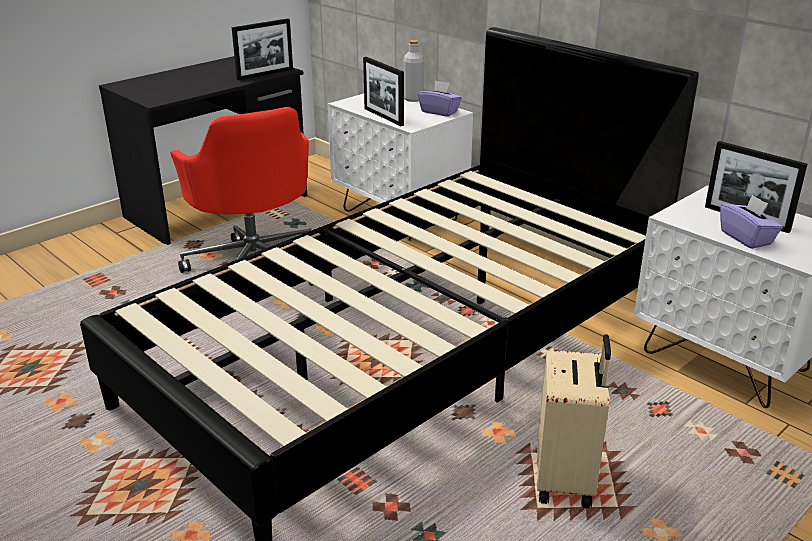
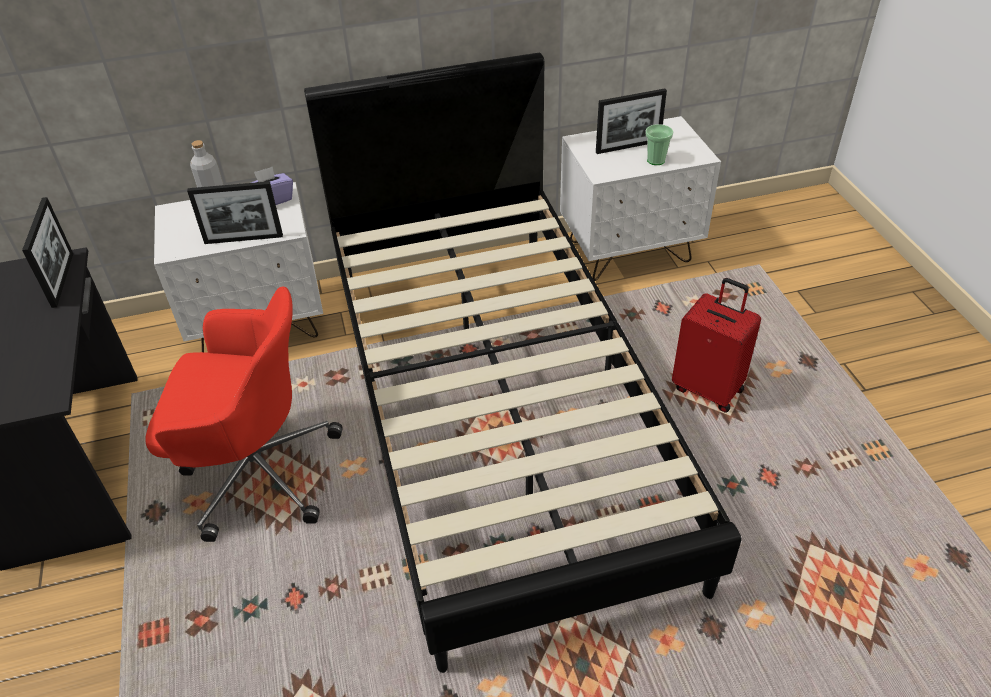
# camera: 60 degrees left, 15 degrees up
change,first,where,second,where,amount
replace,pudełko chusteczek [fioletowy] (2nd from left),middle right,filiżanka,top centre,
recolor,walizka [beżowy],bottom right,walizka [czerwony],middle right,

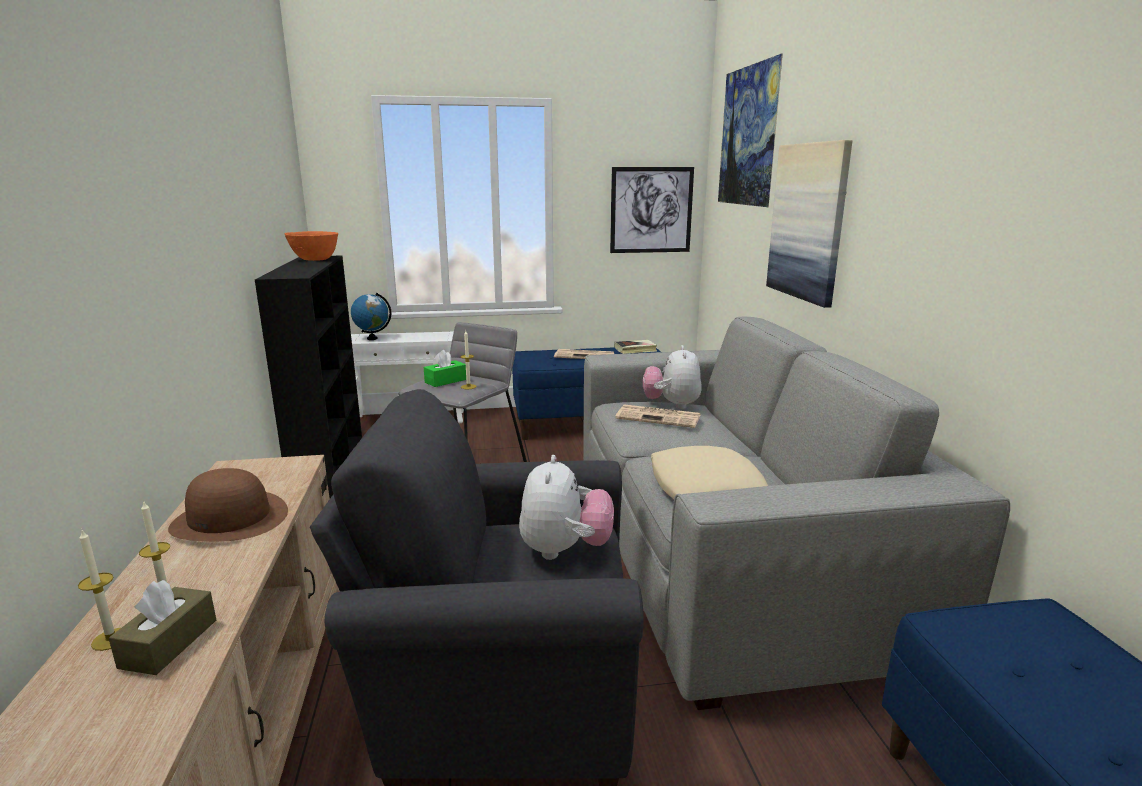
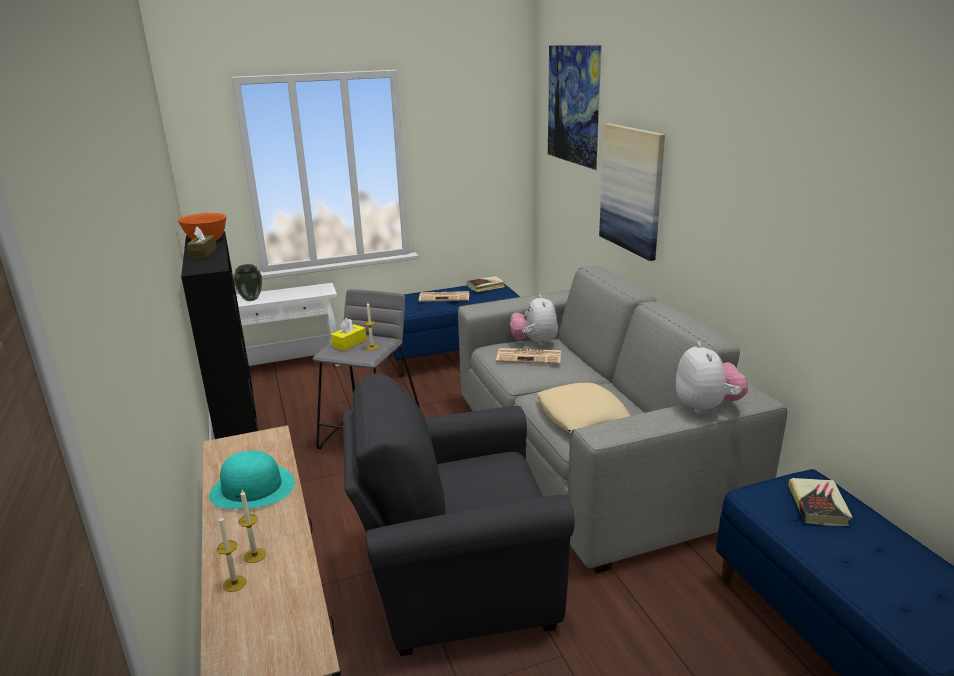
# camera: 10 degrees left, 5 degrees up
change,first,where,second,where,amount
delete,obraz (1st from left),top centre,,,
insert,,,książka (2nd from left),bottom right,
move,pudełko chusteczek [brązowy],bottom left,,middle left,
move,pluszak (1st from left in the first image),centre,pluszak (2nd from left),middle right,
replace,globus,middle left,wazon,middle left,
recolor,kapelusz [brązowy],middle left,kapelusz [turkusowy],bottom left,
recolor,pudełko chusteczek [zielony],centre,pudełko chusteczek [żółty],centre,

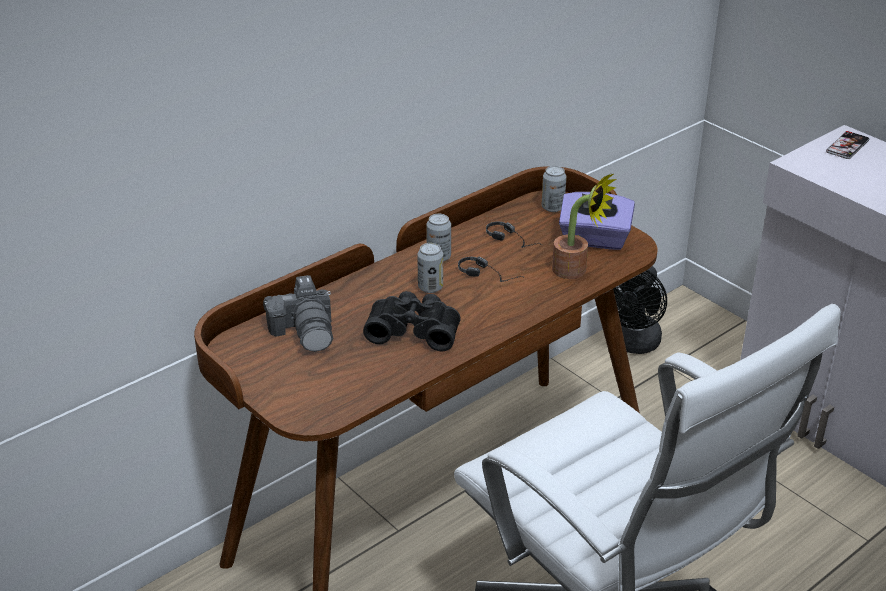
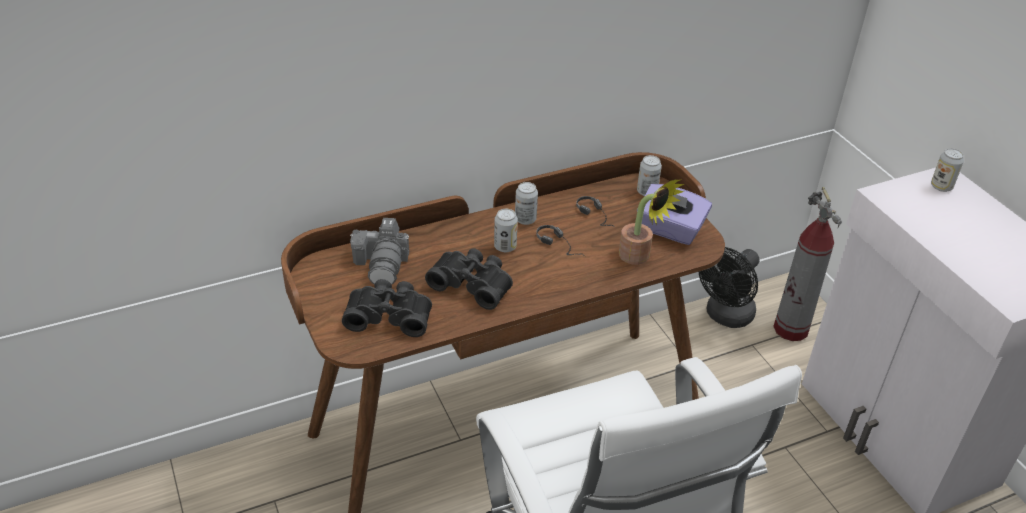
# camera: 15 degrees right, 5 degrees up
change,first,where,second,where,amount
insert,,,lornetka [czarny] (1st from left),centre,
insert,,,gaśnica,middle right,
replace,telefon,top right,puszka (4th from left),top right,

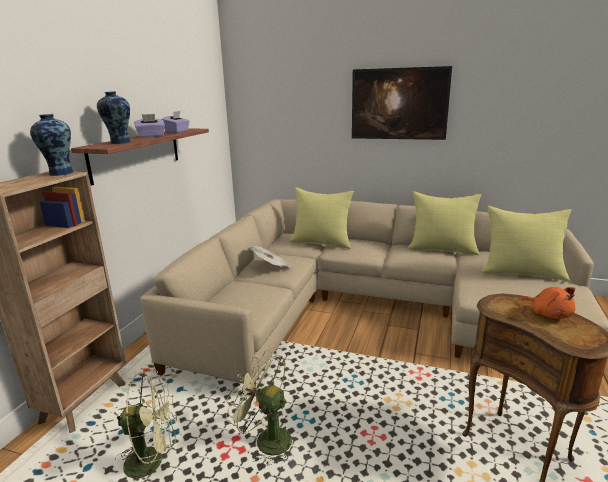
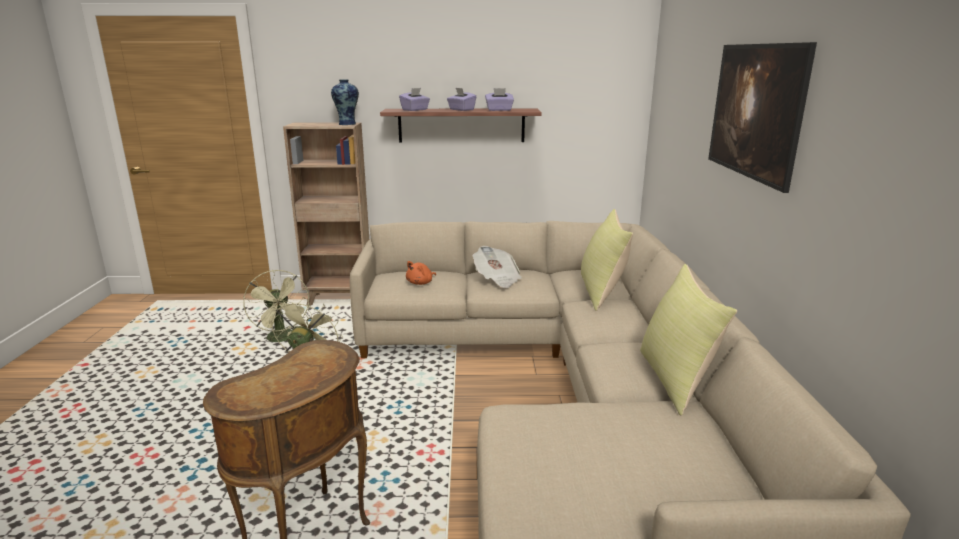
# camera: 70 degrees right, 0 degrees up
change,first,where,second,where,amount
delete,poduszka [żółty] (3rd from left),middle right,,,
move,pluszak [pomarańczowy],middle right,,centre,
replace,wazon (2nd from left),top left,pudełko chusteczek [fioletowy] (1st from left),top centre,

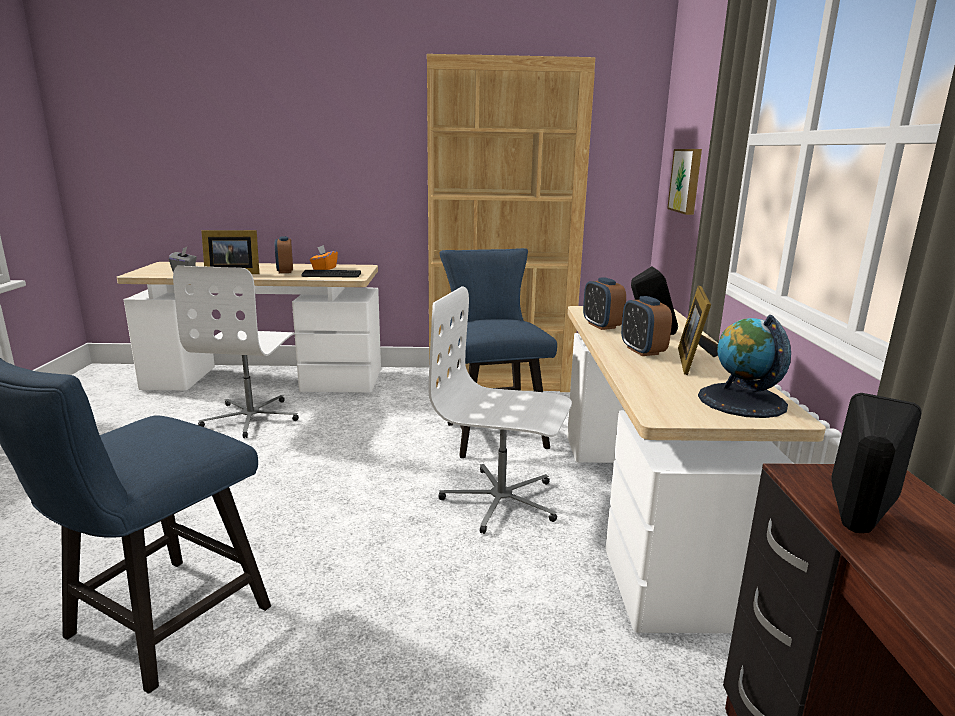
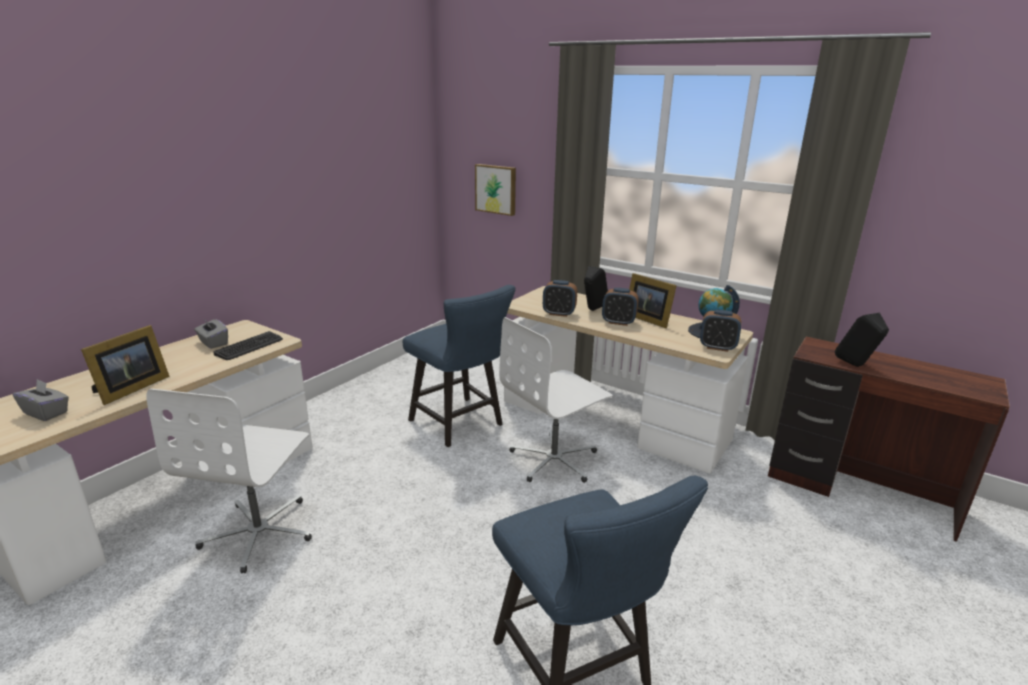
# camera: 55 degrees left, 5 degrees up
change,first,where,second,where,amount
delete,regał [brązowy],top centre,,,
move,budzik (1st from left in the first image),middle left,budzik (3rd from left),middle right,
recolor,pudełko chusteczek [pomarańczowy],centre,pudełko chusteczek [szary] (2nd from left),middle left,
rotate,krzesło biurowe [biały] (1st from left),middle left,,bottom left,60 degrees clockwise
rotate,krzesło [niebieski] (2nd from left in the first image),centre,krzesło [niebieski] (1st from left),centre,150 degrees counterclockwise

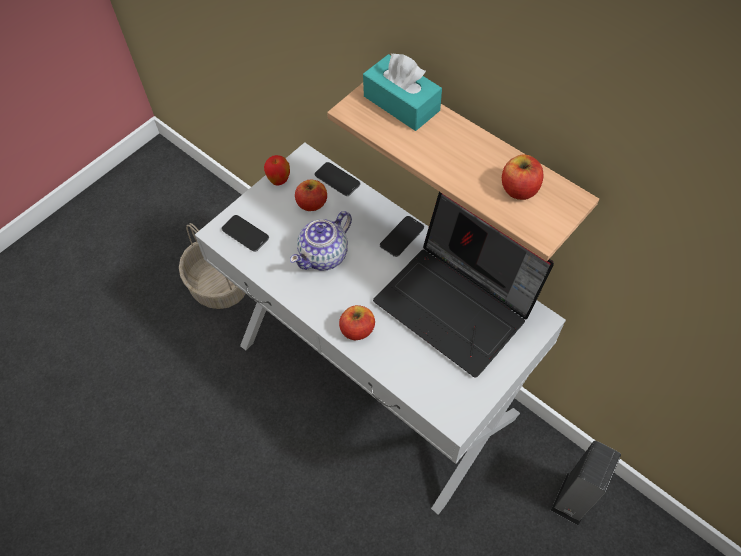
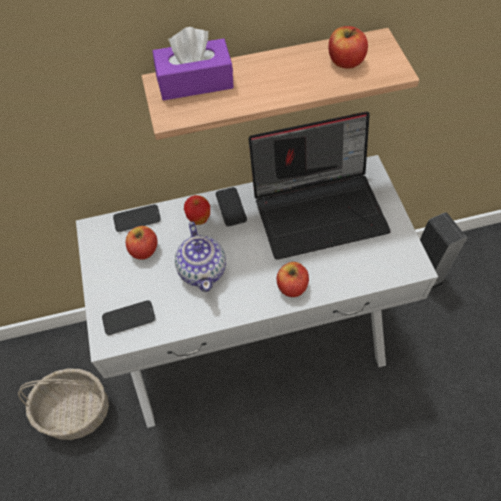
# camera: 55 degrees left, 0 degrees up
change,first,where,second,where,amount
move,jabłko (1st from left in the first image),top centre,jabłko (2nd from left),centre,
recolor,pudełko chusteczek [turkusowy],top centre,pudełko chusteczek [fioletowy],top centre,

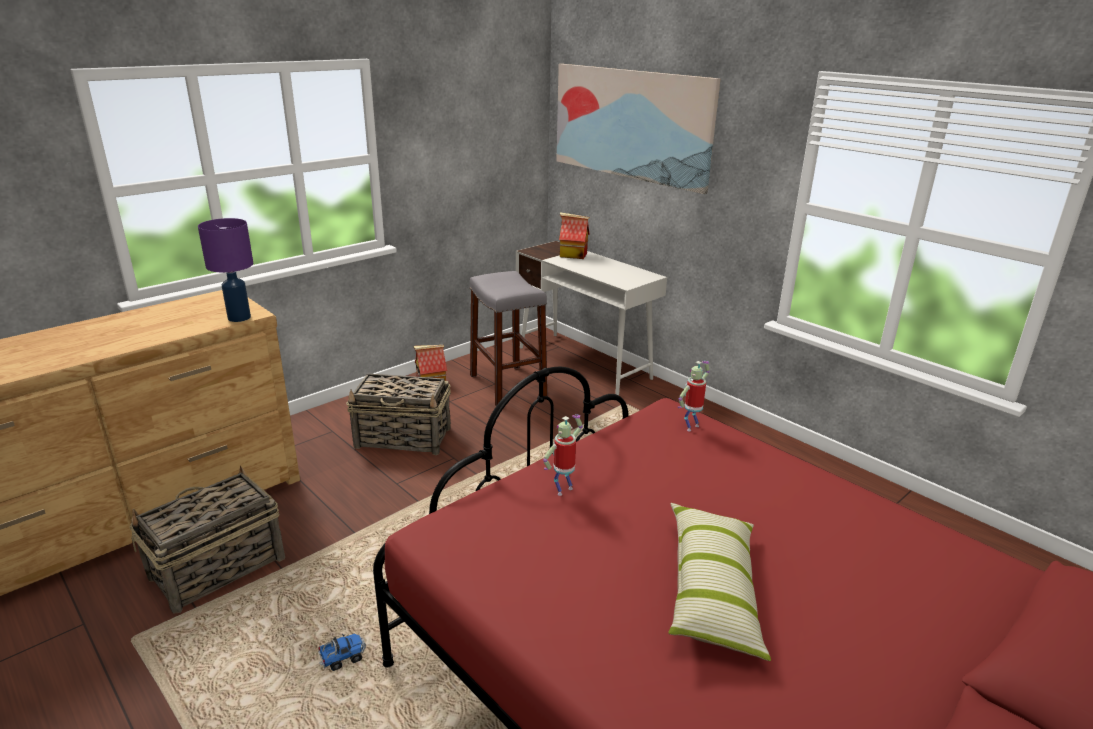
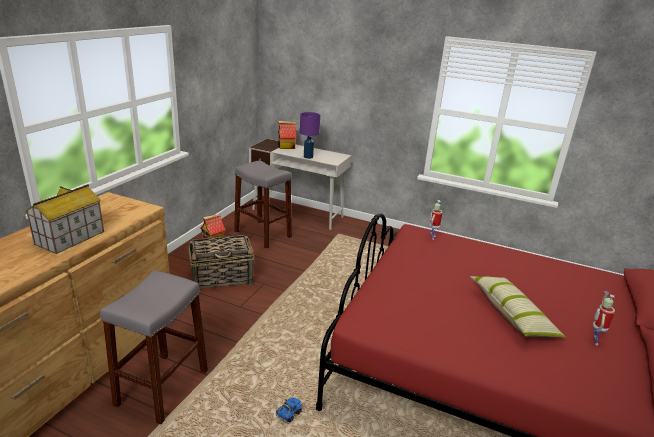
# camera: 25 degrees left, 0 degrees up
change,first,where,second,where,amount
delete,obraz,top centre,,,
insert,,,domek (1st from left),middle left,
move,lampa stołowa [fioletowy],middle left,,top centre,
move,robot zabawkowy (1st from left in the first image),centre,robot zabawkowy (2nd from left),bottom right,
replace,koszyk (1st from left),bottom left,stołek [szary] (1st from left),bottom left,

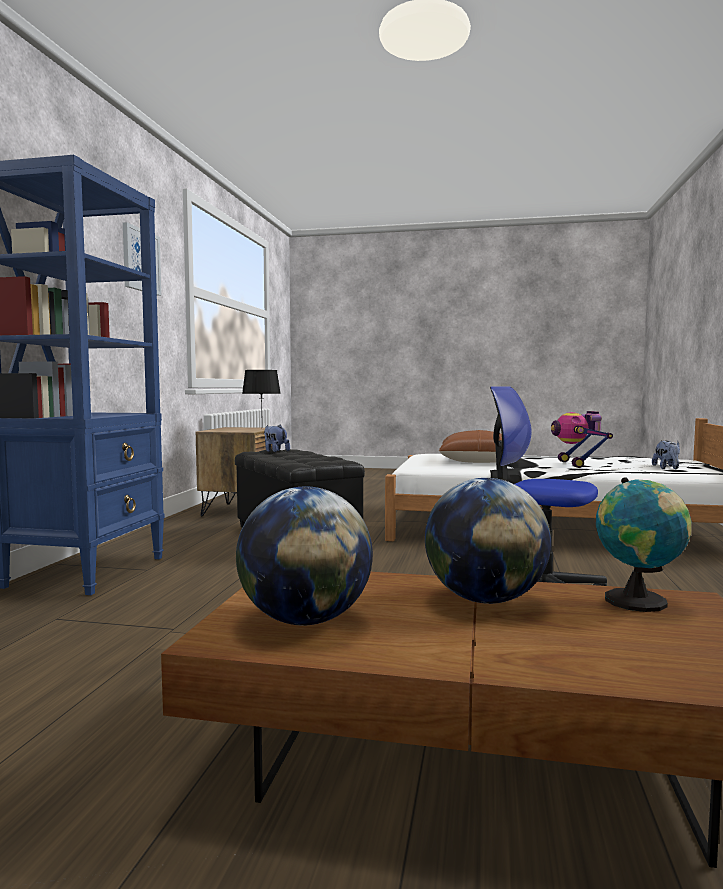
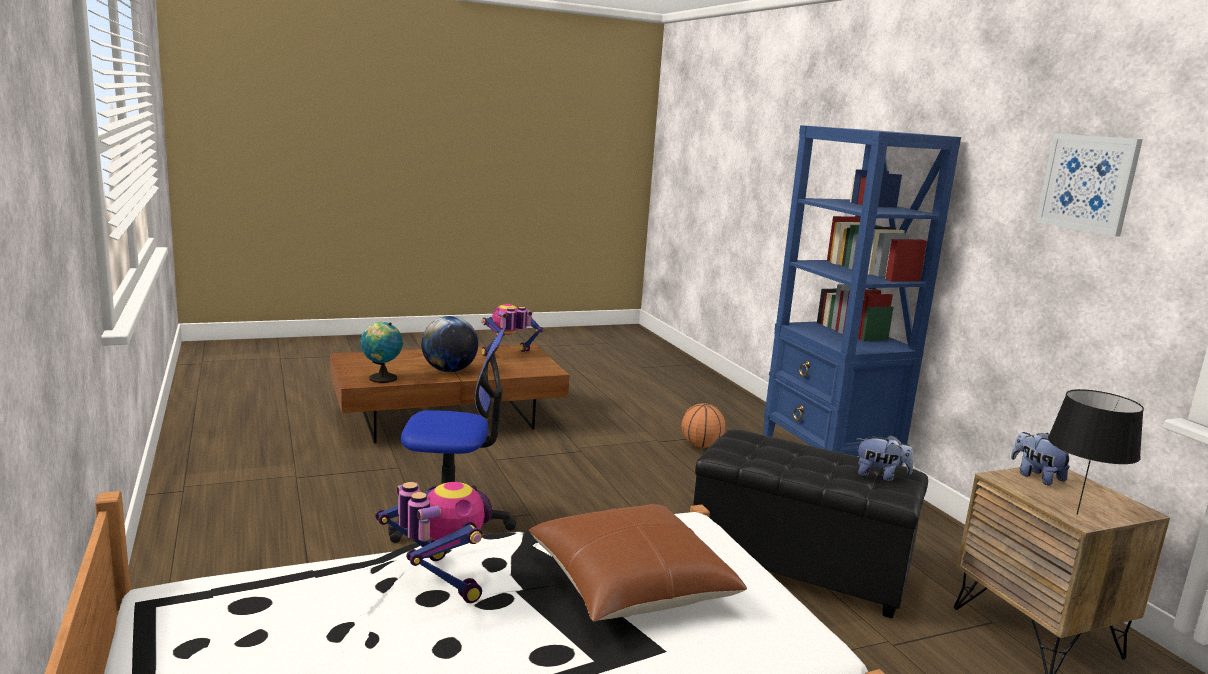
# camera: 145 degrees right, 10 degrees up
change,first,where,second,where,amount
insert,,,piłka do koszykówki,centre,
move,pluszak (2nd from left),middle right,,bottom right,
replace,globus (1st from left),centre,robot zabawkowy (2nd from left),centre,

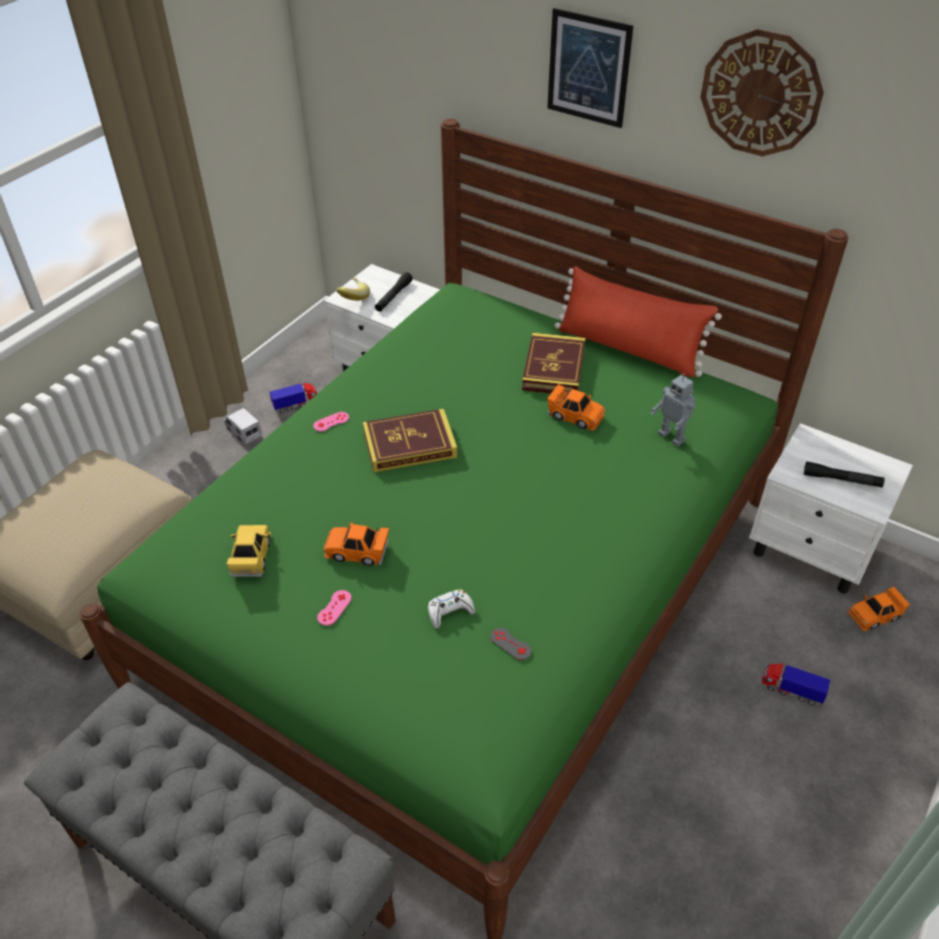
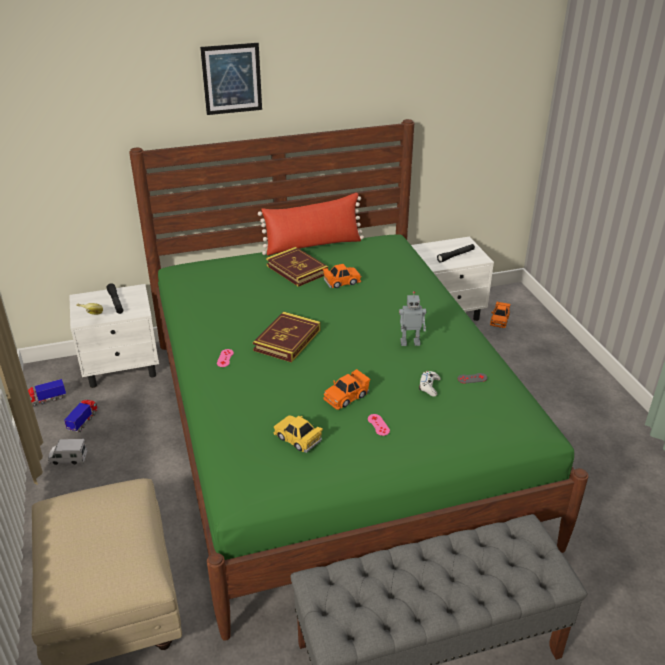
# camera: 50 degrees left, 10 degrees down
change,first,where,second,where,amount
delete,zegar ścienny,top right,,,
move,robot zabawkowy,middle right,,centre,
move,ciężarówka zabawkowa (3rd from left in the first image),bottom right,ciężarówka zabawkowa (1st from left),middle left,

